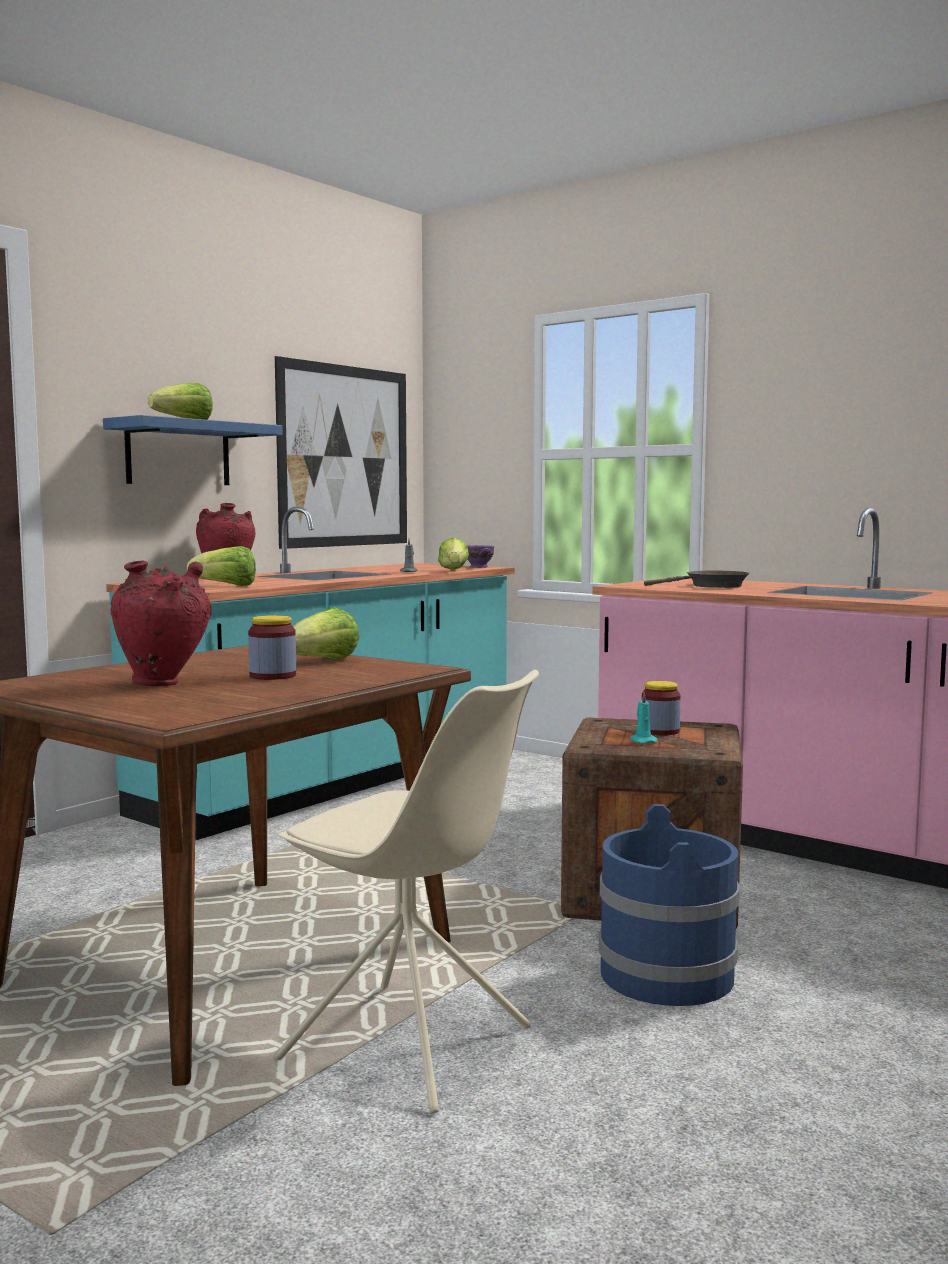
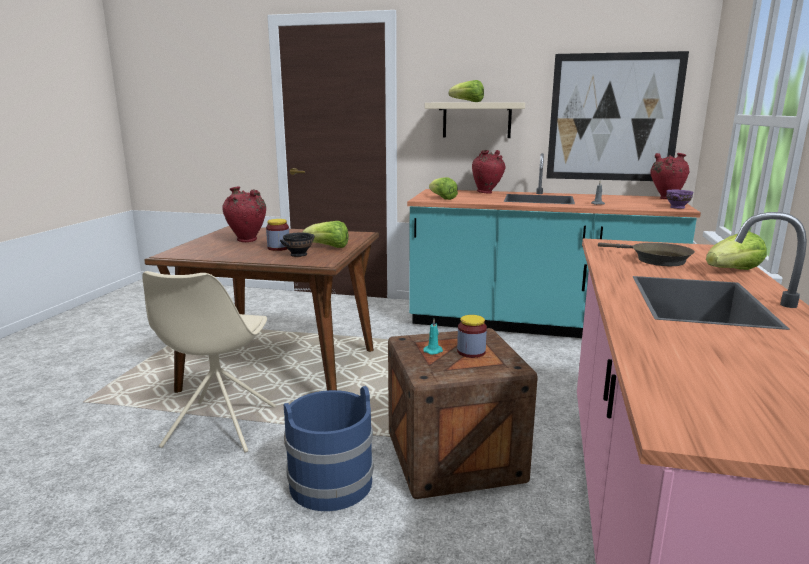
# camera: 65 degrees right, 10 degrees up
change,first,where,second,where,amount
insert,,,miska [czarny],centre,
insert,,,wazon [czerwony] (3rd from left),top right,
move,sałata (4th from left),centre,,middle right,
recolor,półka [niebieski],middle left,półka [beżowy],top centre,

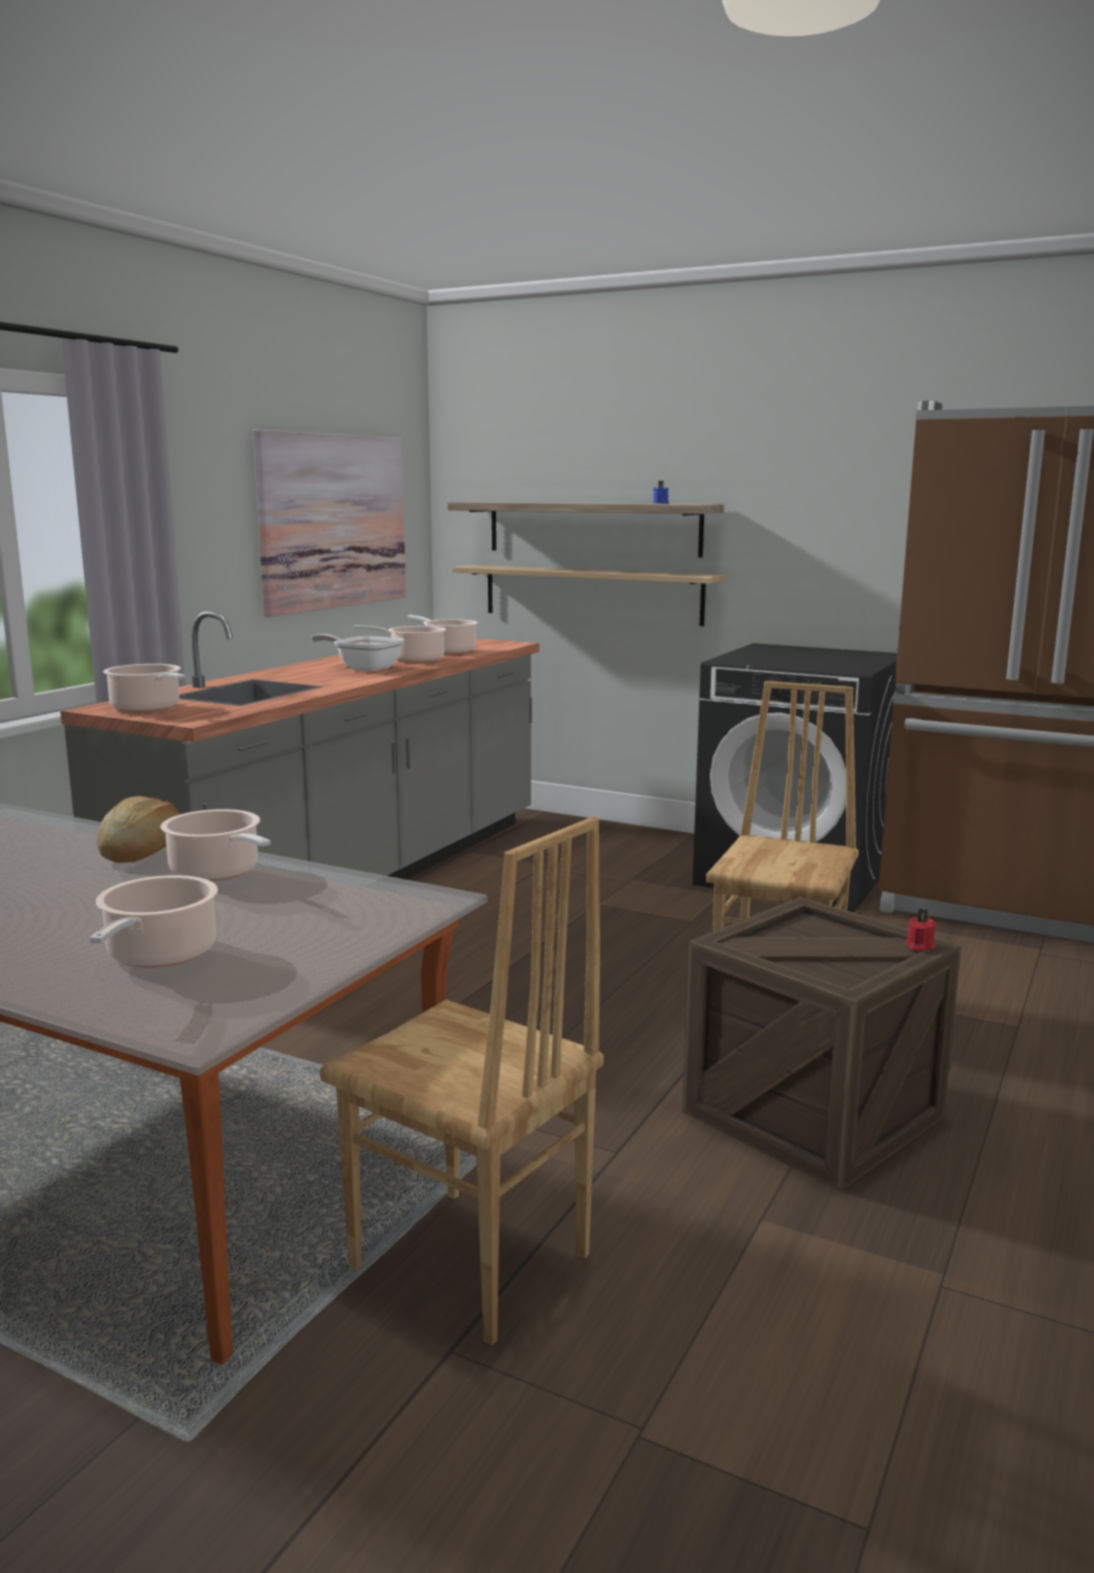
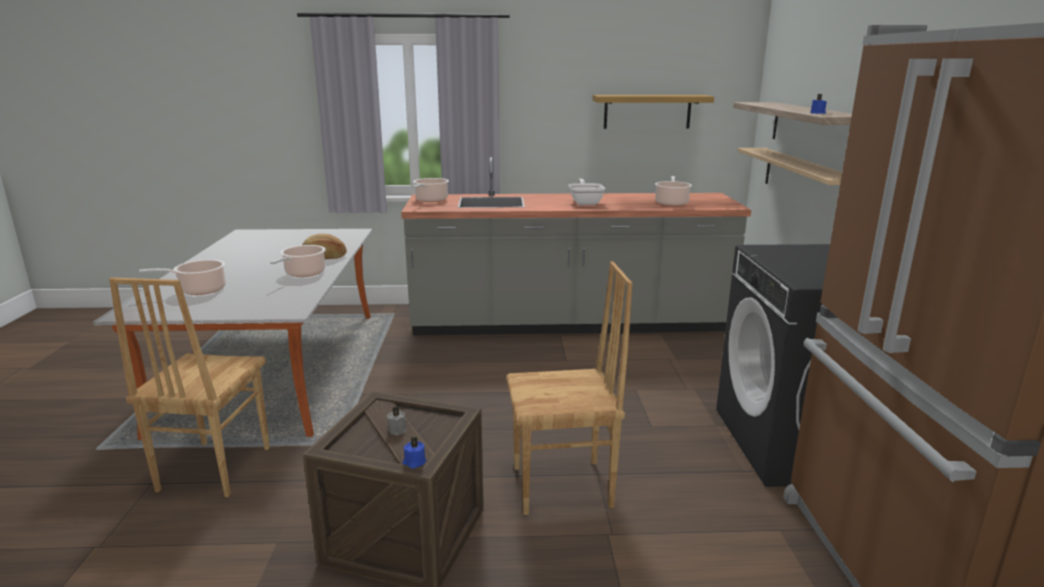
# camera: 60 degrees right, 5 degrees up
change,first,where,second,where,amount
delete,garnek (4th from left),centre,,,
insert,,,świeca [szary],bottom centre,
replace,obraz,top left,półka (1st from left),top centre,
recolor,świeca [czerwony],middle right,świeca [niebieski] (1st from left),bottom centre,

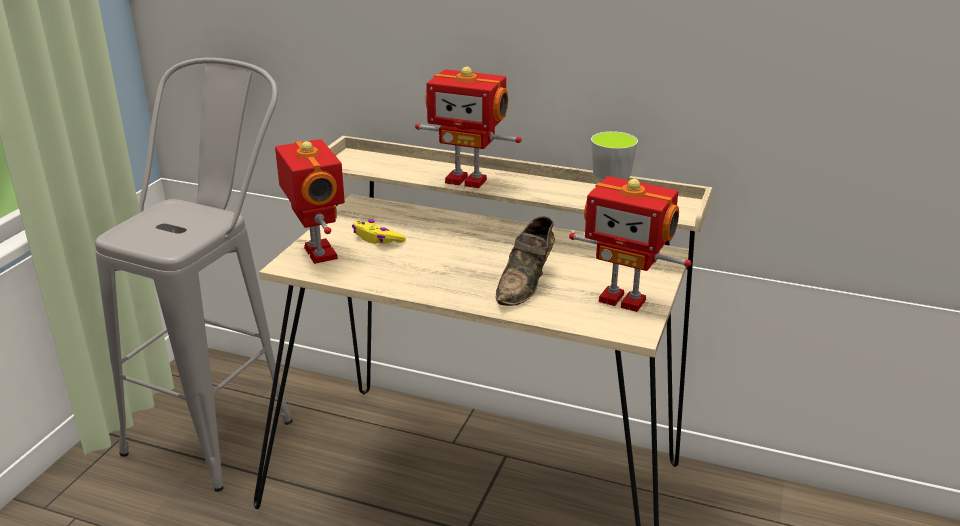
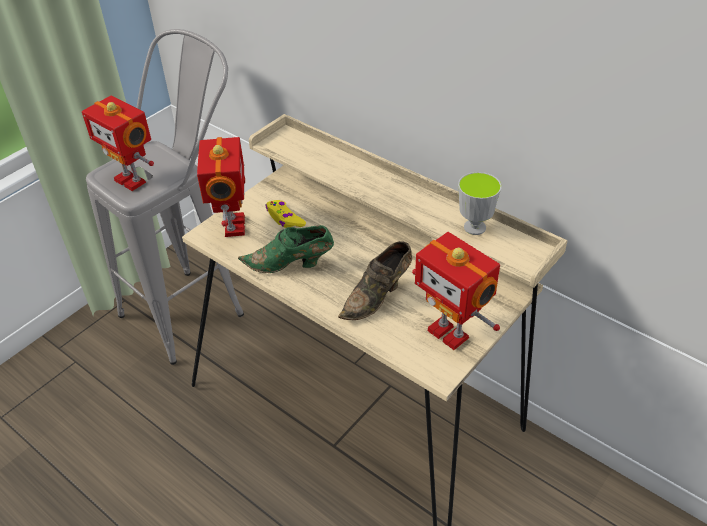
# camera: 20 degrees right, 15 degrees up
change,first,where,second,where,amount
insert,,,but [zielony],centre,
move,robot zabawkowy (2nd from left in the first image),top centre,robot zabawkowy (1st from left),top left,

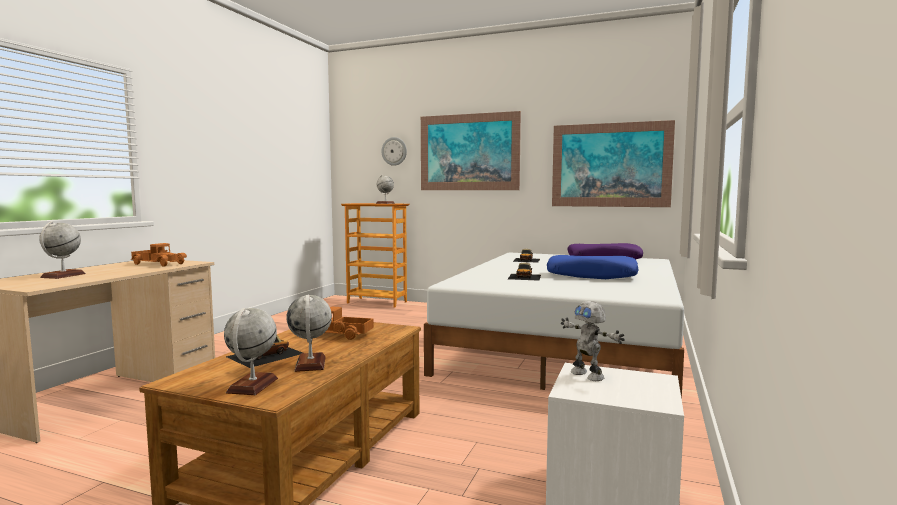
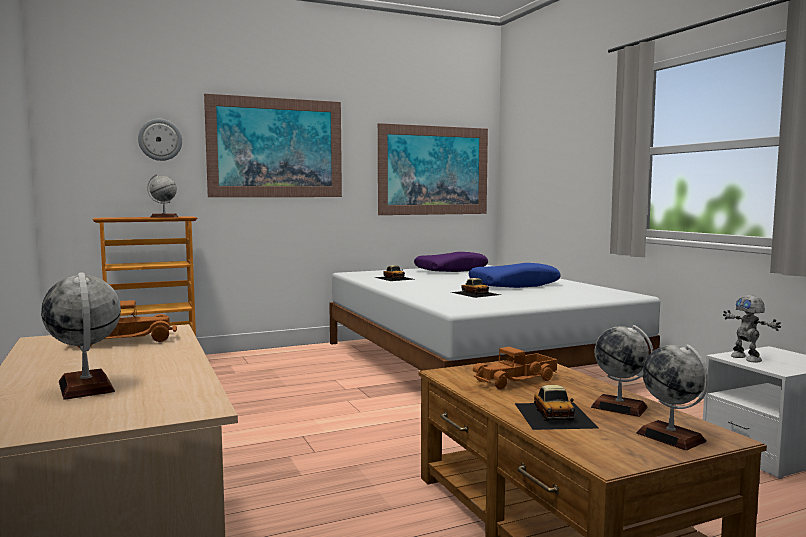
# camera: 45 degrees left, 0 degrees up
change,first,where,second,where,amount
rotate,robot zabawkowy,bottom centre,,middle right,60 degrees clockwise

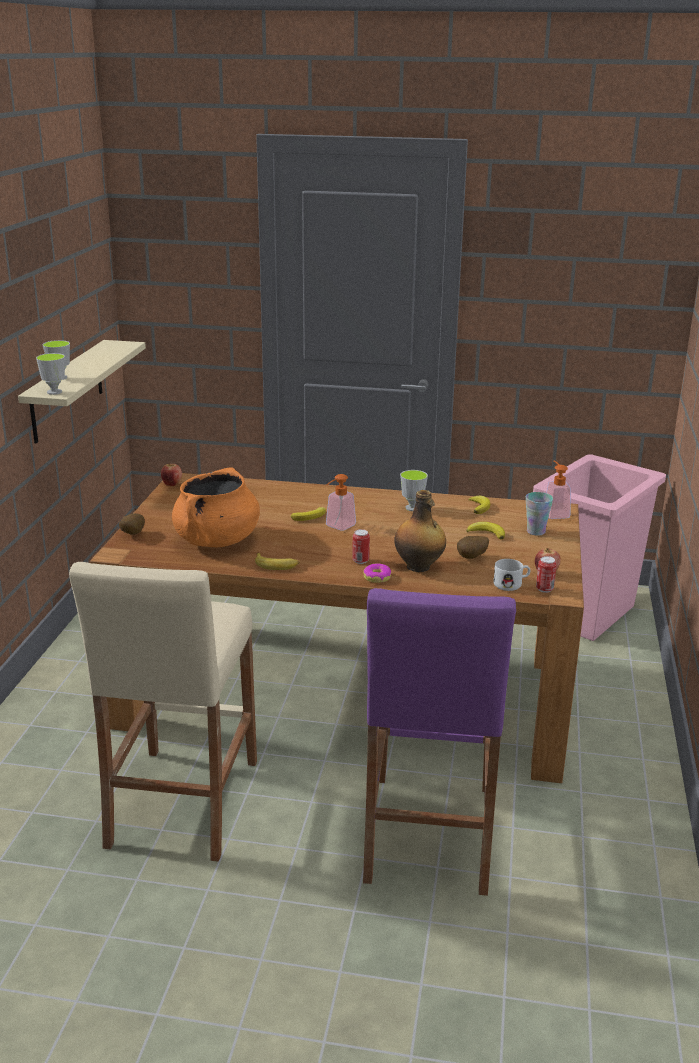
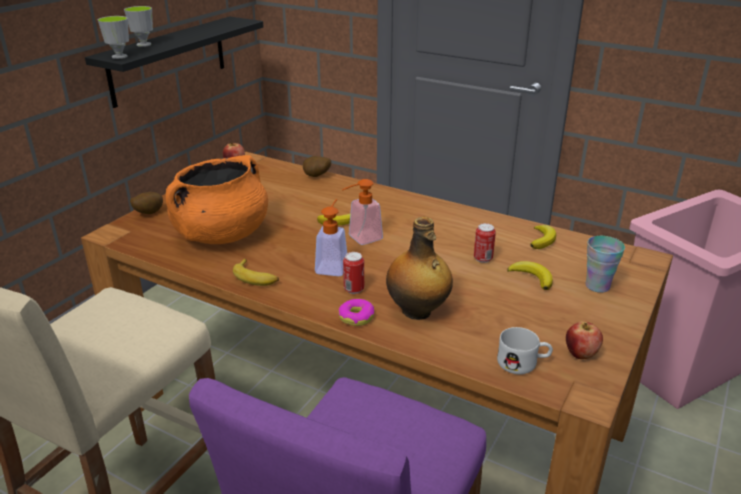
# camera: 20 degrees right, 5 degrees up
change,first,where,second,where,amount
delete,filiżanka (3rd from left),centre,,,
move,ziemniak (2nd from left),middle right,,centre,
move,puszka (2nd from left),middle right,,centre,
move,dozownik mydła (2nd from left in the first image),middle right,dozownik mydła (1st from left),centre,
recolor,półka [beżowy],middle left,półka [czarny],top left,

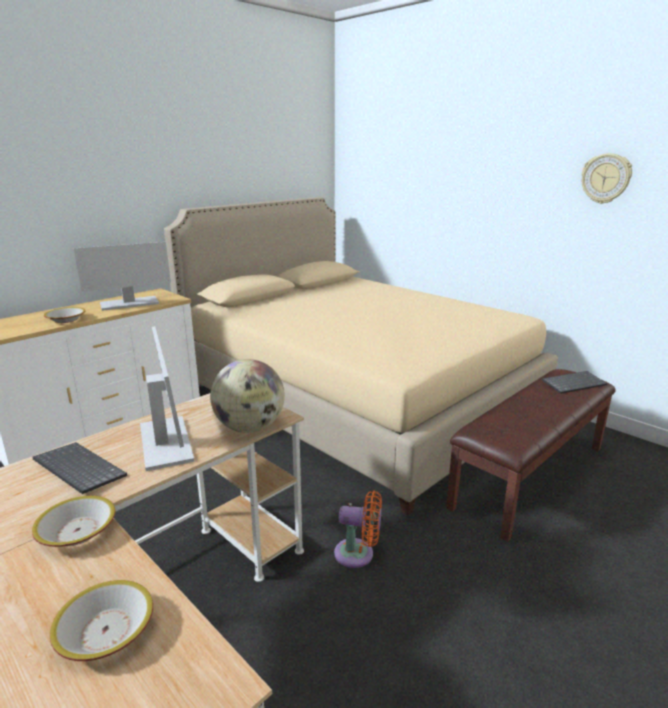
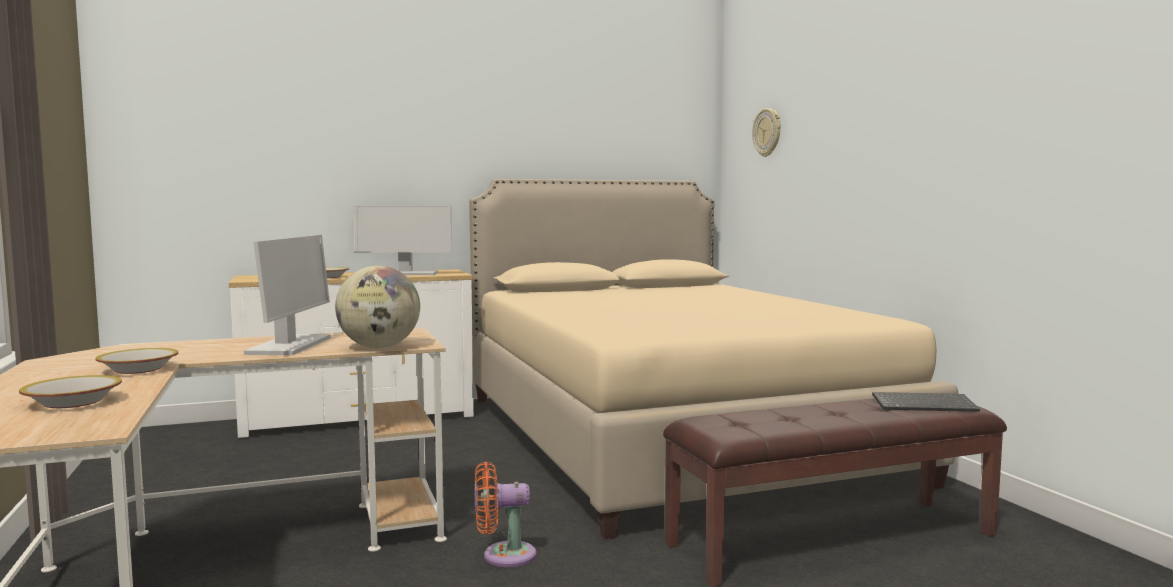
# camera: 25 degrees right, 15 degrees down
change,first,where,second,where,amount
delete,klawiatura (1st from left),middle left,,,
move,zegar ścienny,top right,,top centre,
rotate,wentylator [pomarańczowy],bottom centre,,bottom centre,135 degrees clockwise

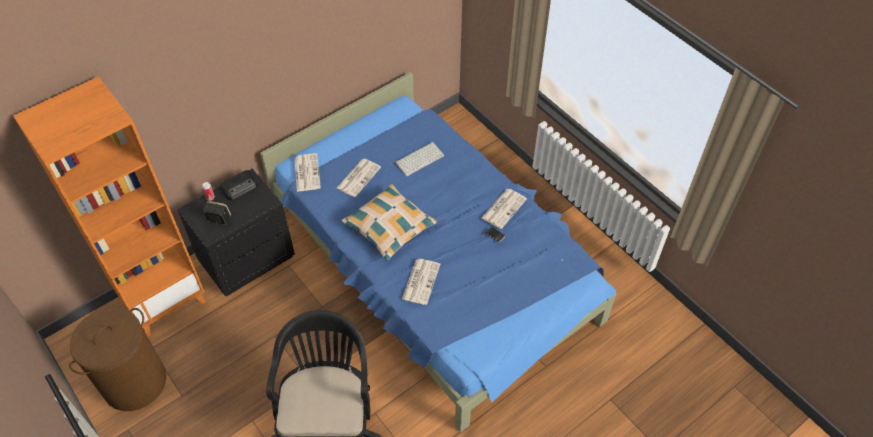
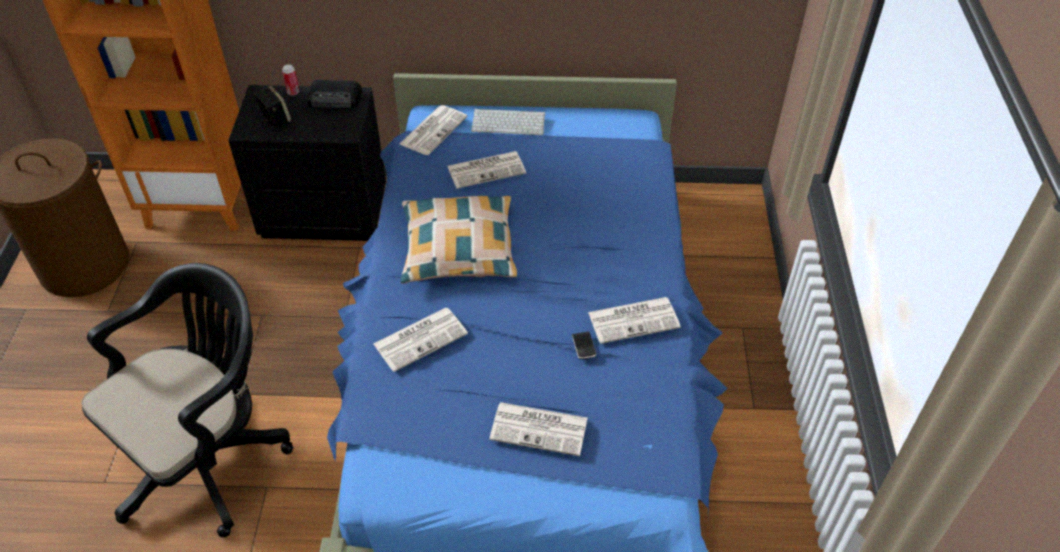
# camera: 40 degrees right, 5 degrees down
change,first,where,second,where,amount
insert,,,gazeta (4th from left),bottom centre,
move,klawiatura,centre,,top centre,

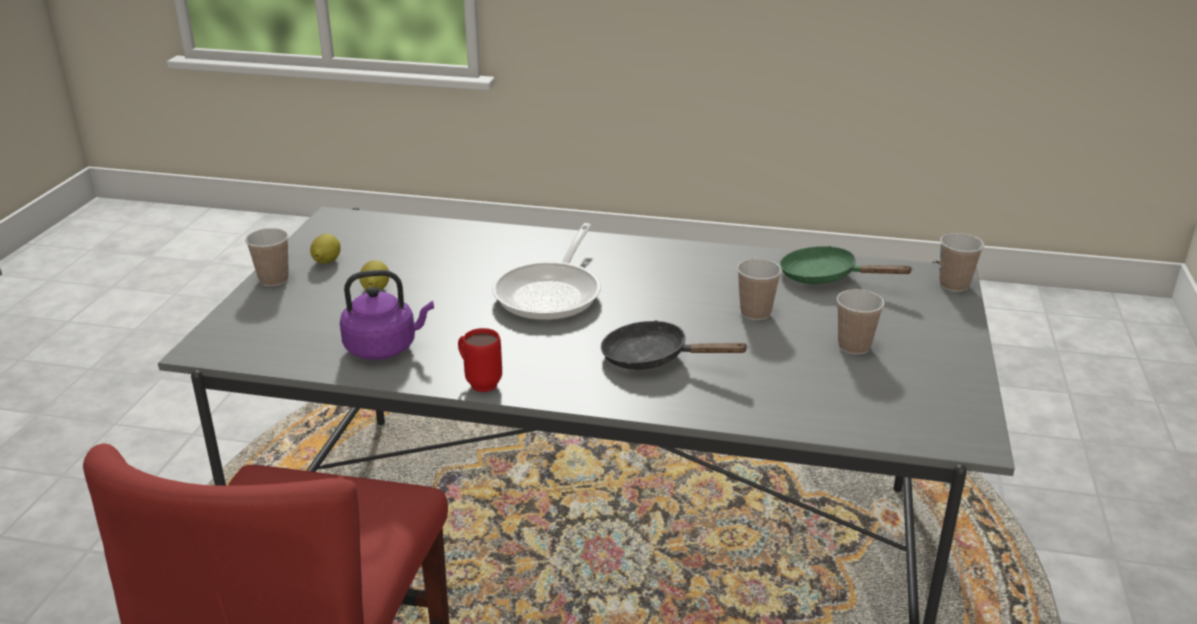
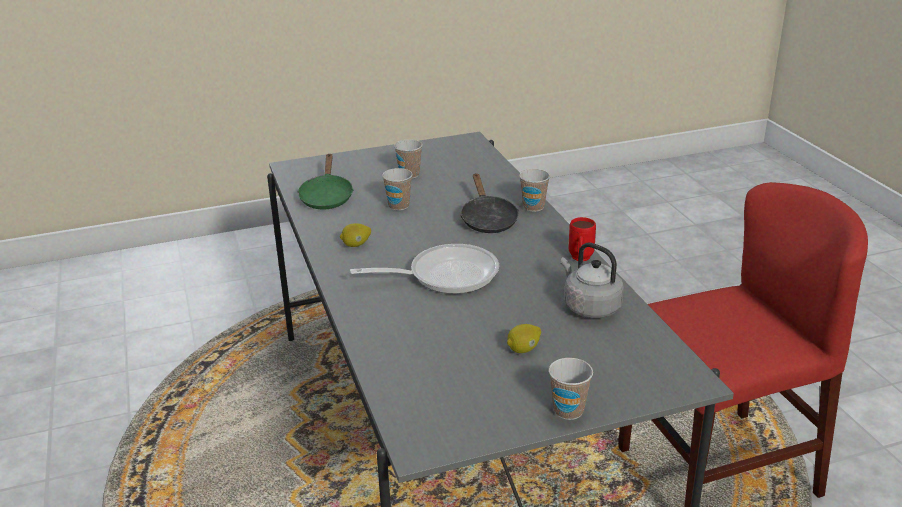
# camera: 120 degrees left, 0 degrees up
change,first,where,second,where,amount
move,cytryna (1st from left),middle left,,centre,
move,filiżanka (4th from left in the first image),middle right,filiżanka (3rd from left),centre,
recolor,czajnik [fioletowy],middle left,czajnik [szary],centre,

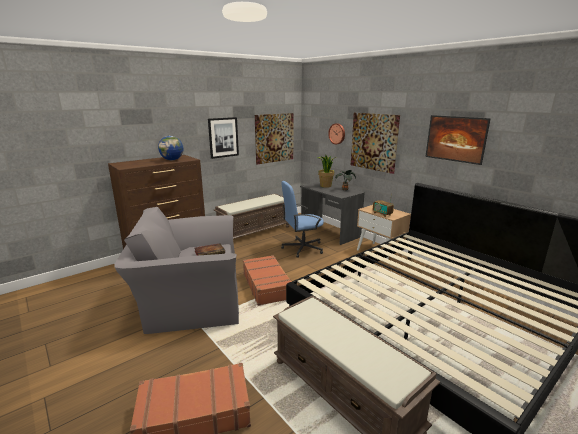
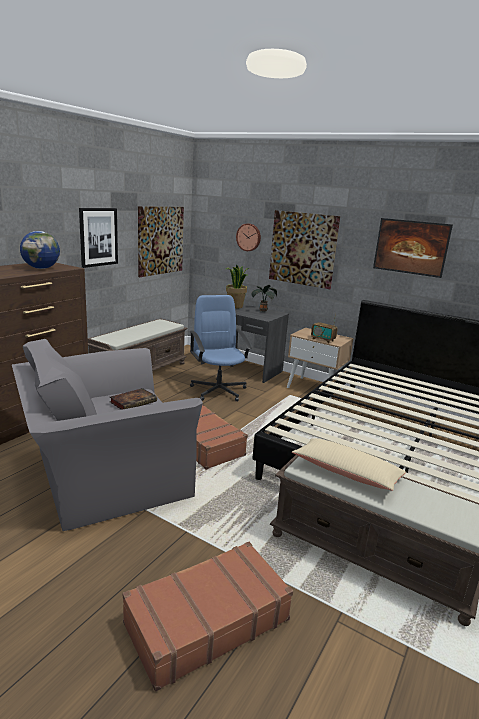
# camera: 20 degrees left, 0 degrees up
change,first,where,second,where,amount
insert,,,poduszka [beżowy],middle right,
rotate,krzesło biurowe [niebieski],centre,,centre,105 degrees clockwise

